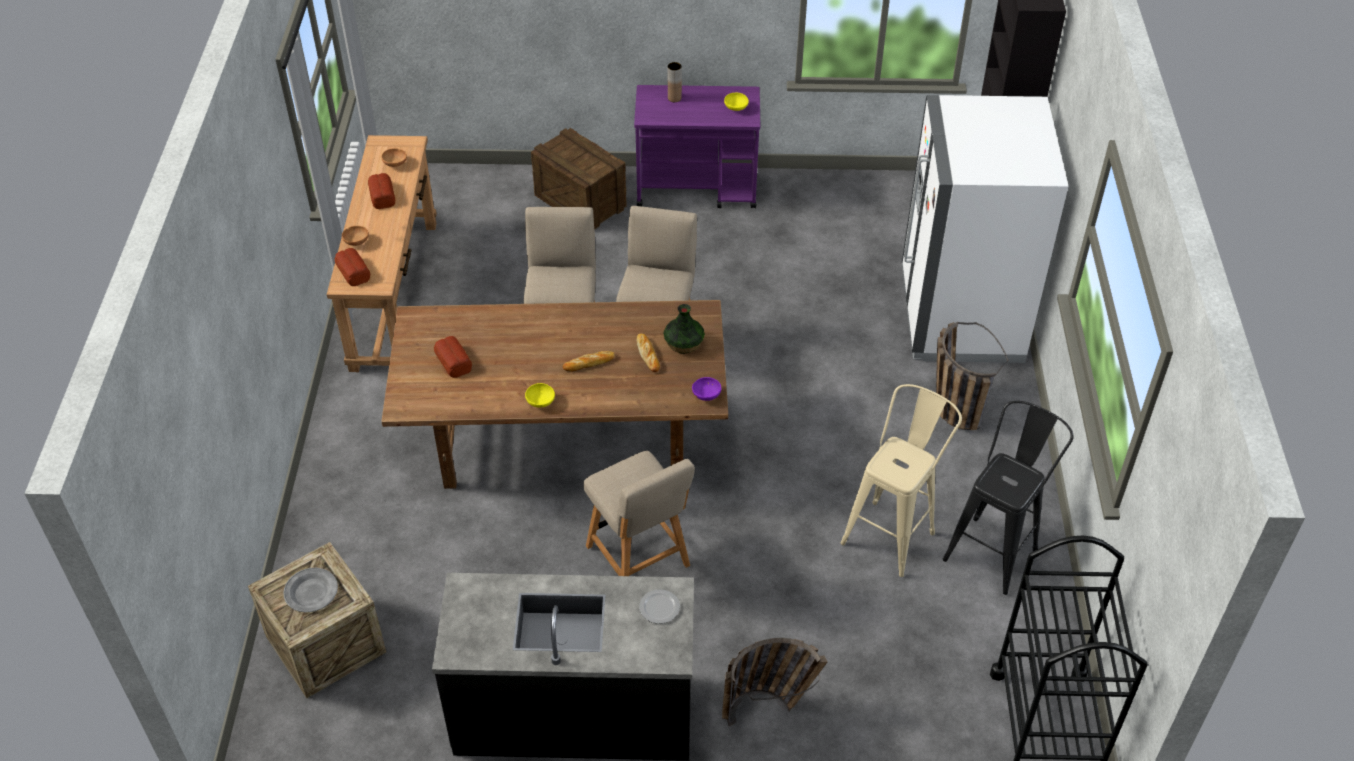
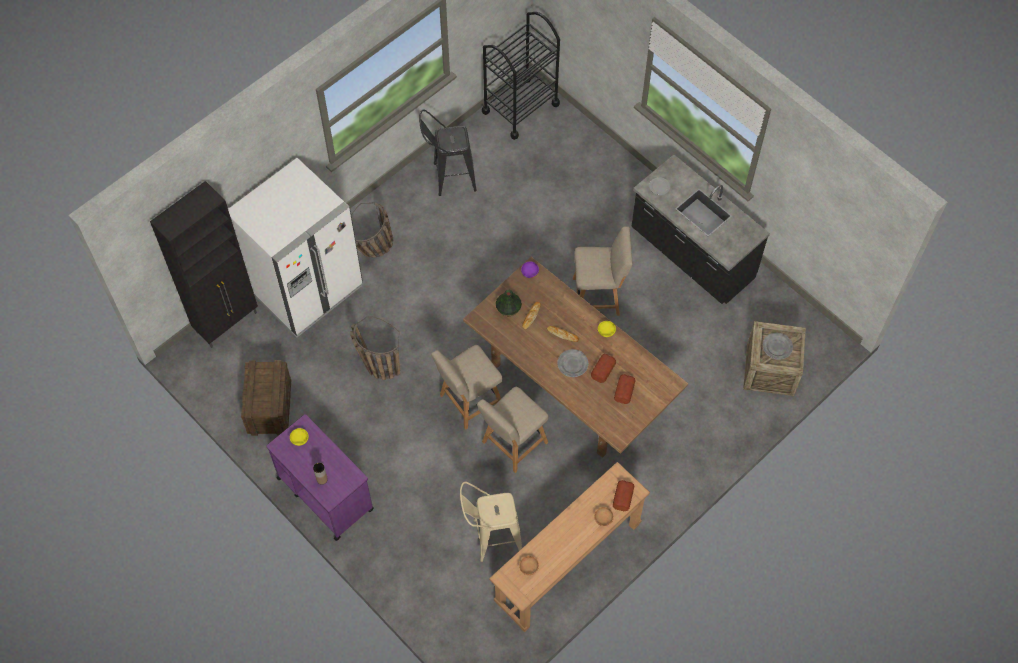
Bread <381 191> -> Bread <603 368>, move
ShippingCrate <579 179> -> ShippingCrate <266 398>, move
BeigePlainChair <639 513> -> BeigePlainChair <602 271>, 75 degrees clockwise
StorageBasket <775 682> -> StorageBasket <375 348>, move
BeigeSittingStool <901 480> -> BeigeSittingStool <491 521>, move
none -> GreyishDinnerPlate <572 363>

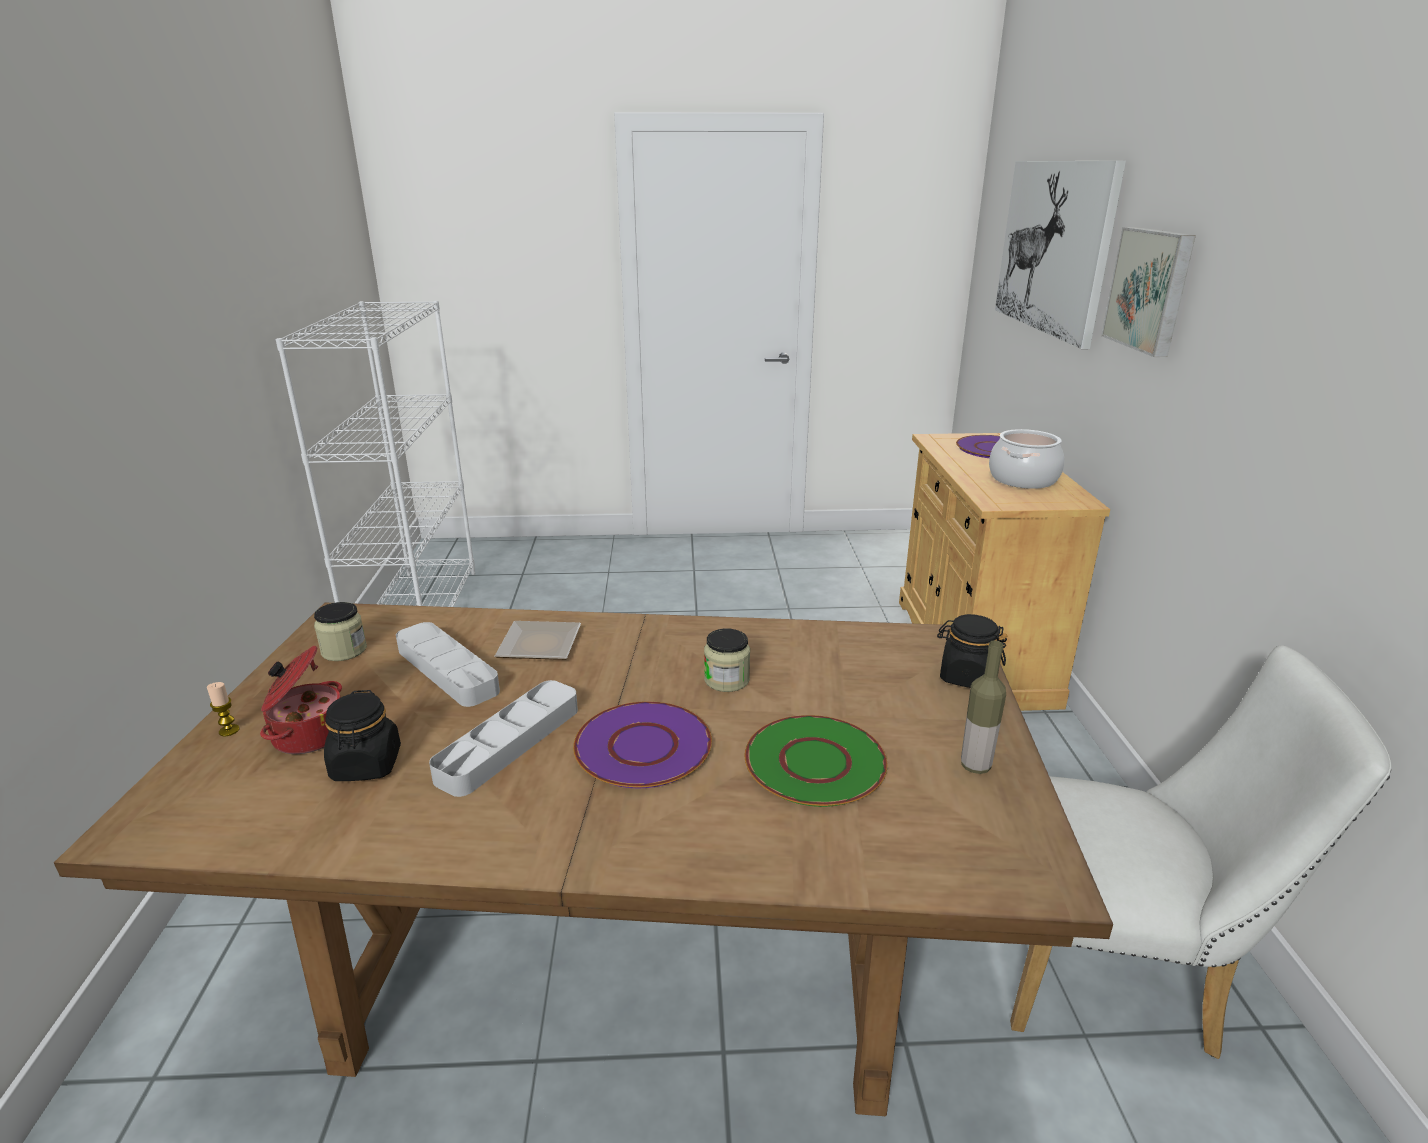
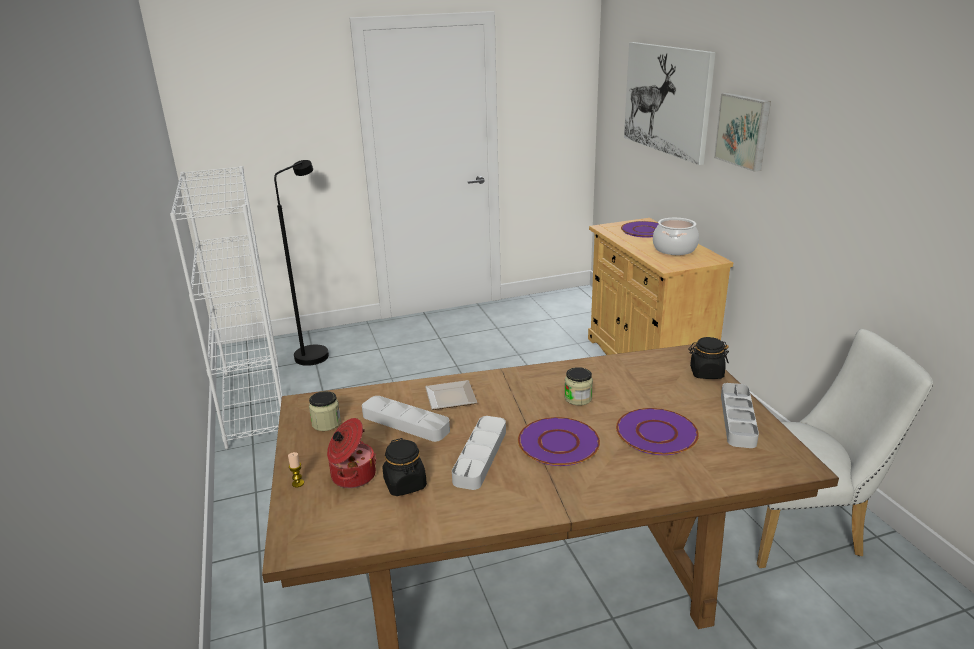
GreenDinnerPlate <816 761> -> PurpleDinnerPlate <657 431>
DrinkBottle <983 707> -> GreyishServingTray <740 415>
none -> BlackishFloorLamp <301 263>

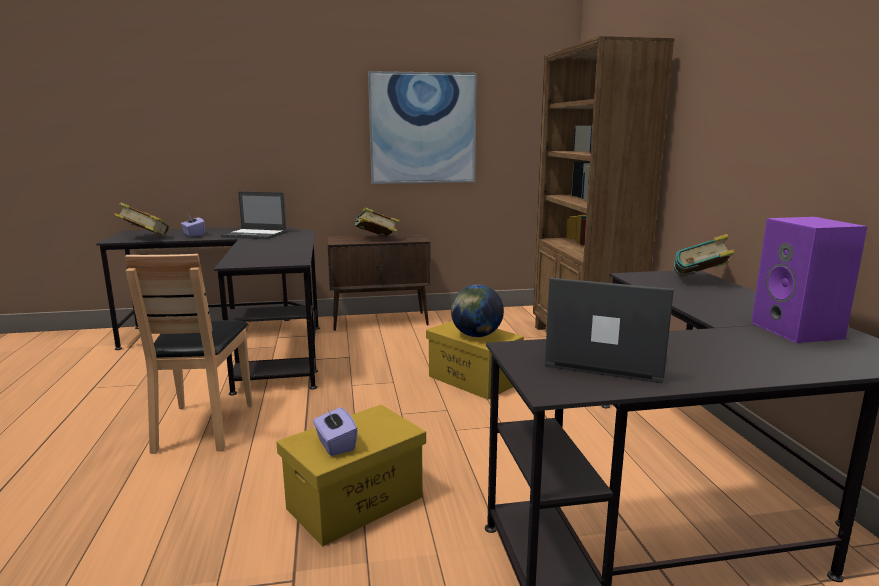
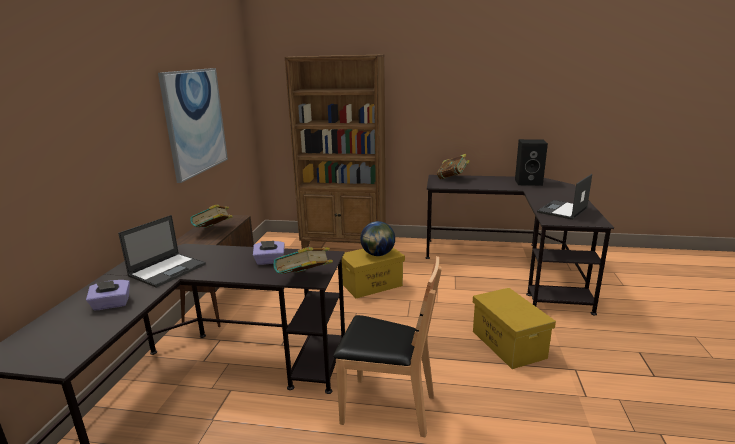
Volume <141 219> -> Volume <303 260>, move
PurpleTissueBox <335 431> -> PurpleTissueBox <269 253>, move
PurpleAudioSpeaker <809 280> -> BlackishAudioSpeaker <531 162>

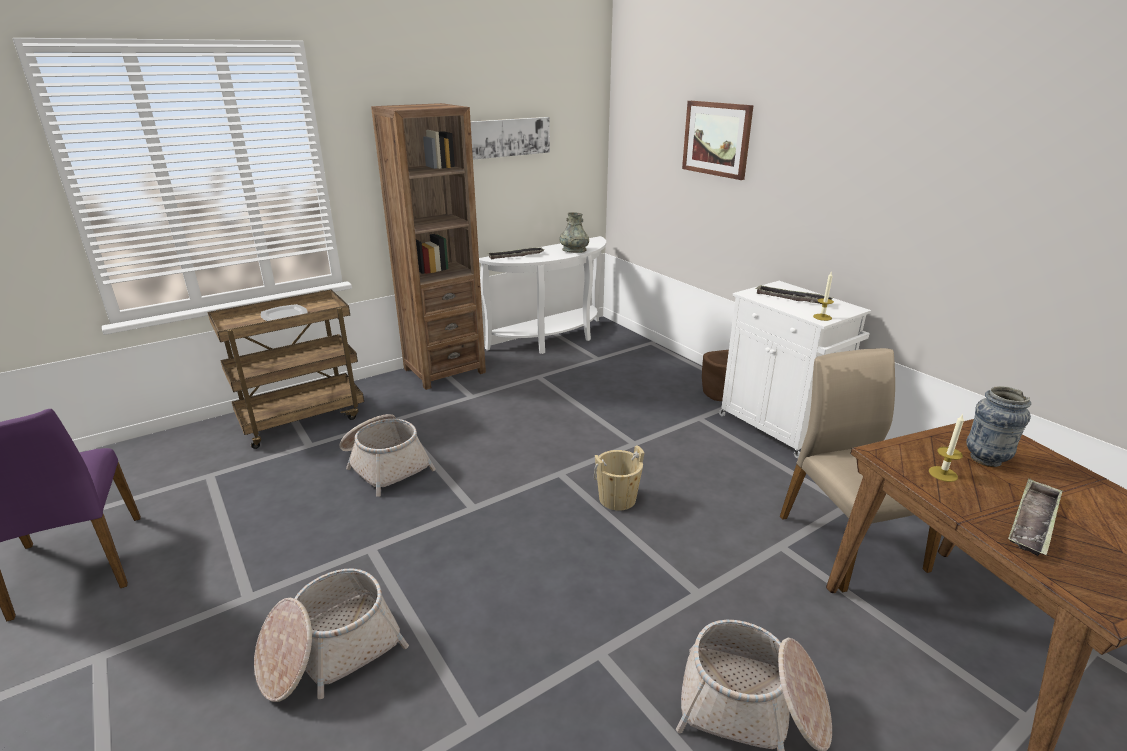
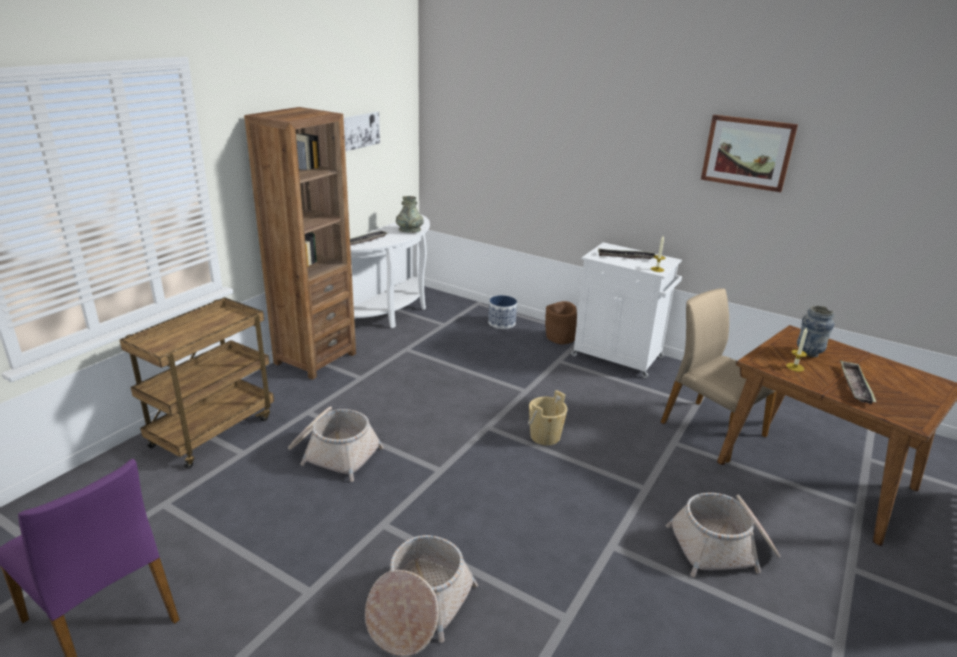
DinnerPlate <284 312> -> none
Picture <718 140> -> Picture <749 153>, move
none -> PlantPot <502 312>

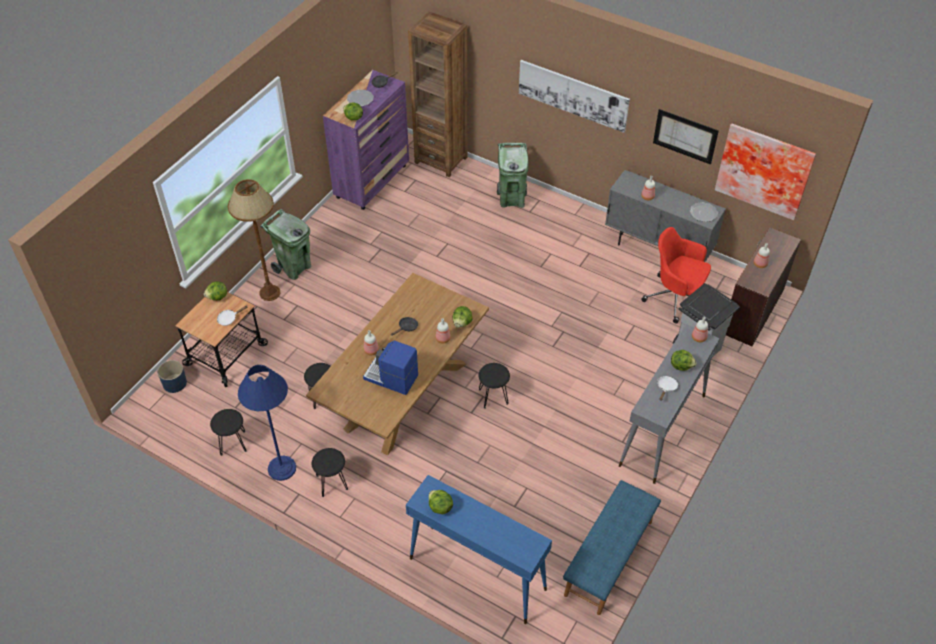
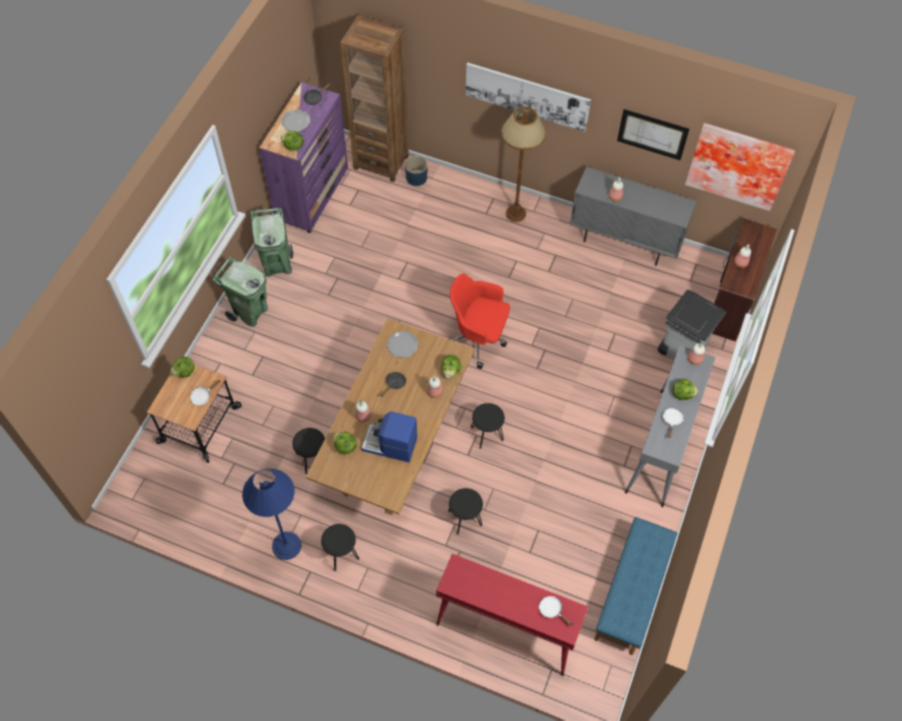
BlueColouredPlantPot <172 376> -> BlueColouredPlantPot <416 171>, move
BlackishSittingStool <228 432> -> BlackishSittingStool <465 511>, move
BrownFloorLamp <254 240> -> BrownFloorLamp <523 164>, move
BlueColouredHallTable <479 549> -> RedColouredHallTable <512 615>
LettuceHead <441 502> -> LettuceHead <345 443>, move
GreenRubbishBin <513 175> -> GreenRubbishBin <271 242>, move
RedColouredOfficeChair <676 275> -> RedColouredOfficeChair <480 321>, move
DinnerPlate <704 212> -> DinnerPlate <403 344>, move
none -> WhiteColouredSkillet <556 611>

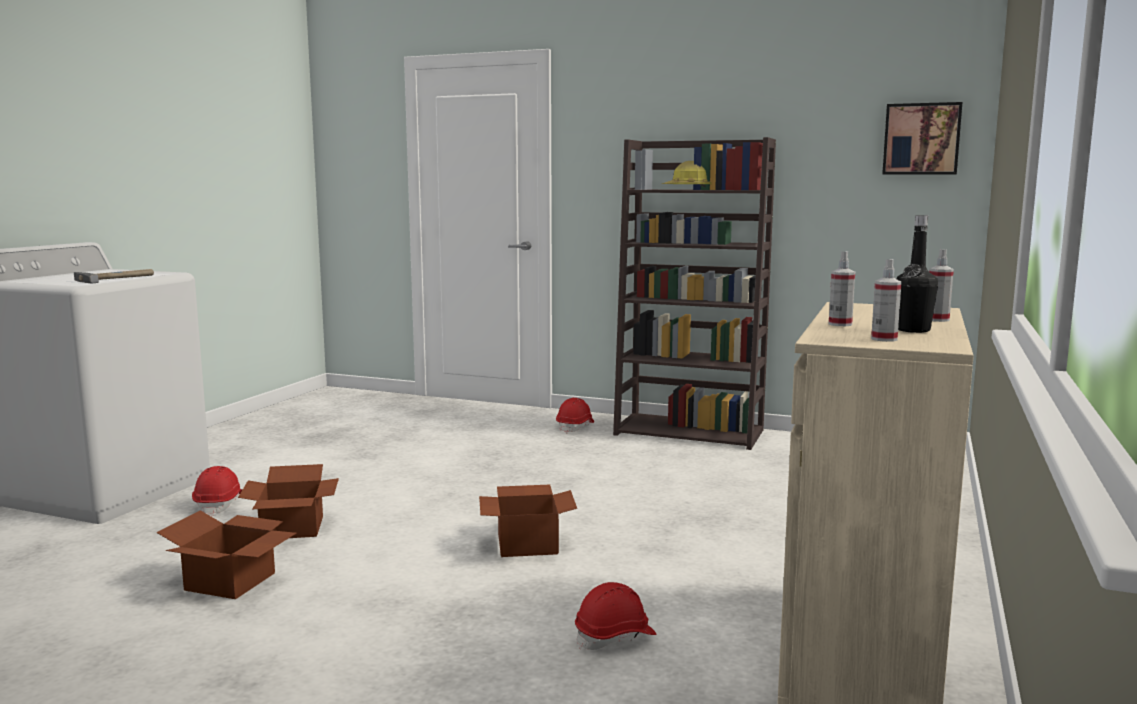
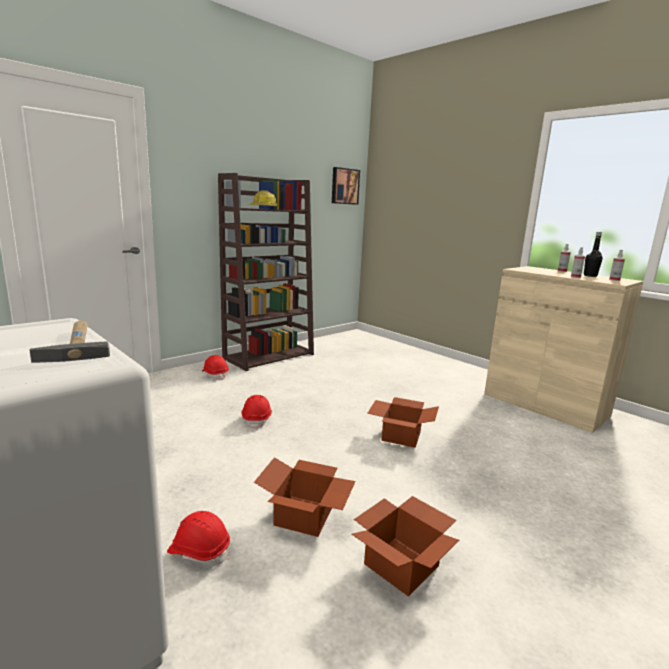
RedColouredSafetyHelmet <615 616> -> RedColouredSafetyHelmet <256 412>, move

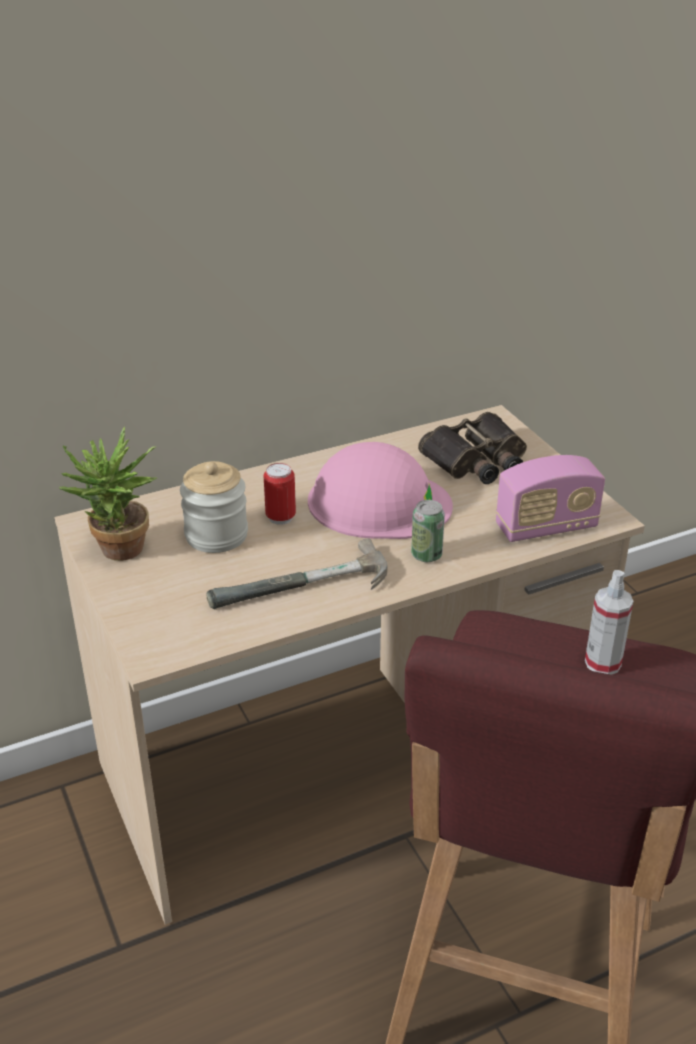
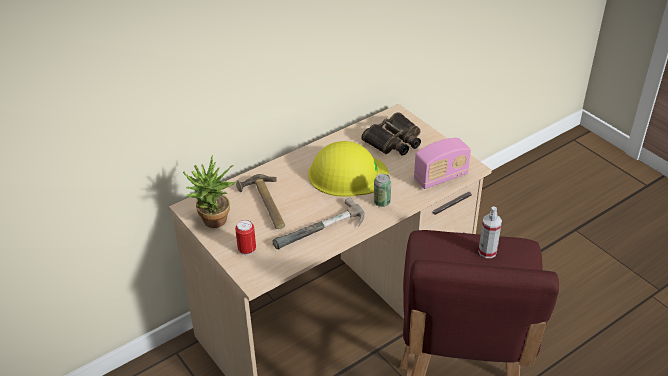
PreserveJar <214 507> -> Hammer <260 201>
MetalCan <279 494> -> MetalCan <245 237>, move
PinkSafetyHelmet <380 490> -> YellowColouredSafetyHelmet <348 169>

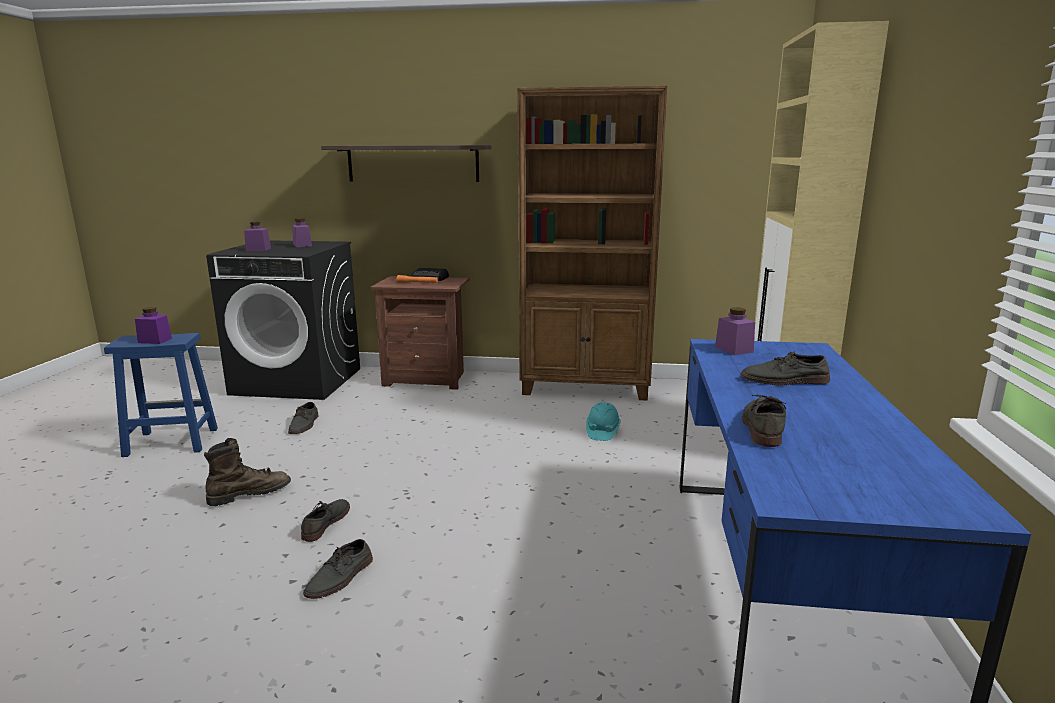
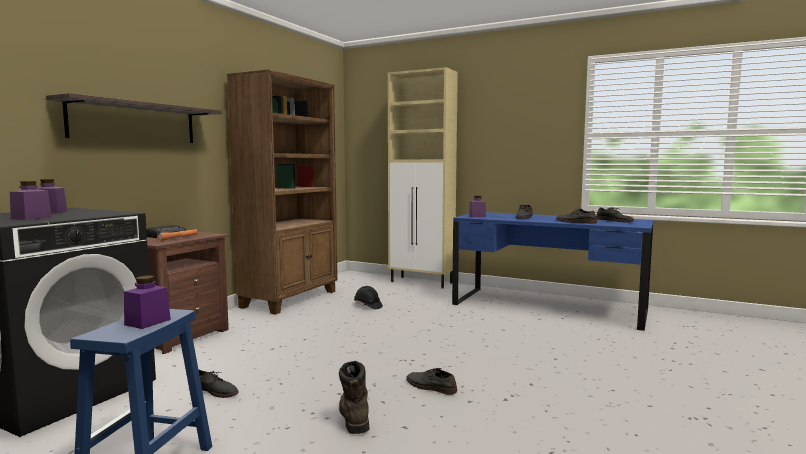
GreyishShoe <338 569> -> GreyishShoe <615 214>, move
BlueGreenSafetyHelmet <603 421> -> BlackishSafetyHelmet <368 297>

